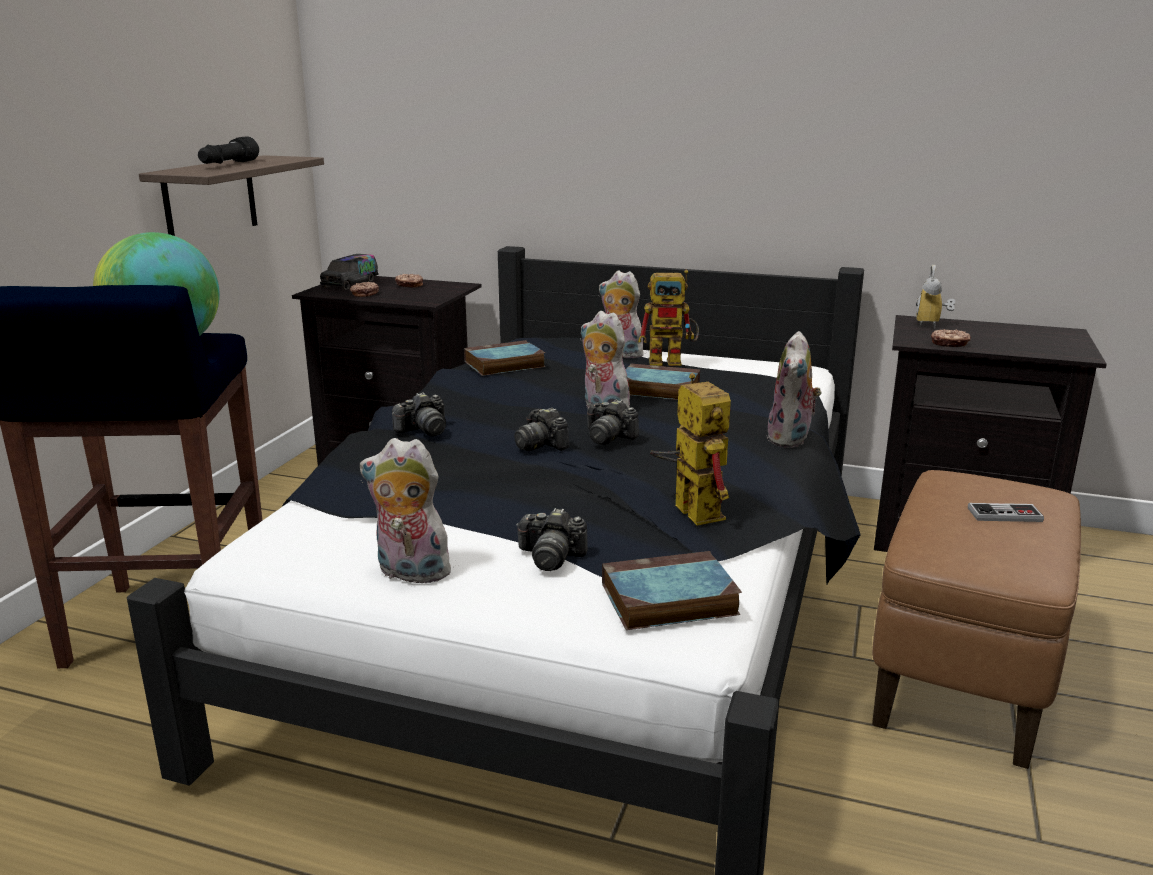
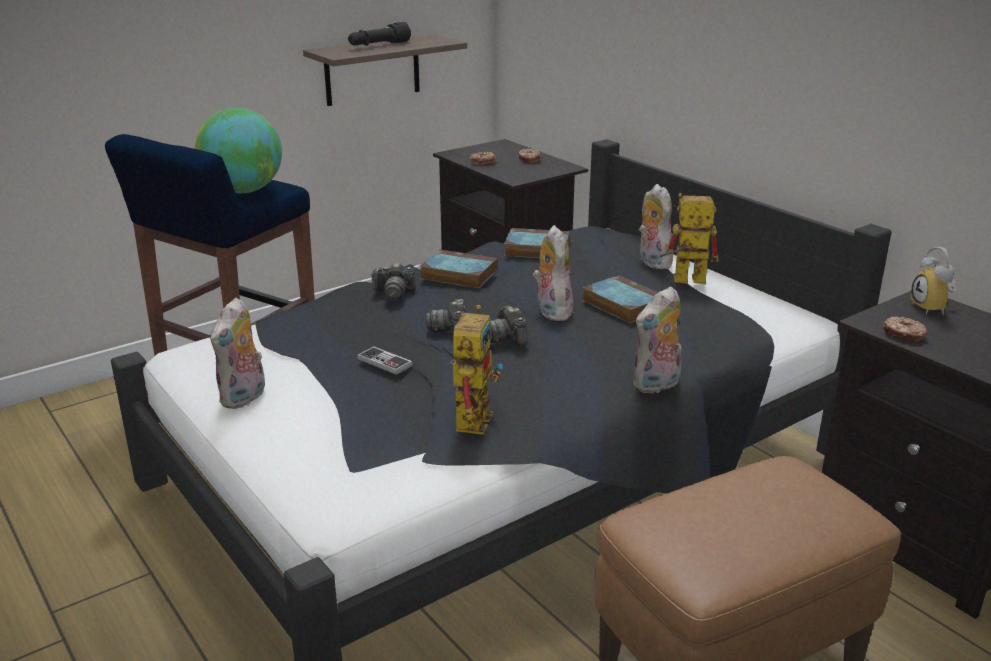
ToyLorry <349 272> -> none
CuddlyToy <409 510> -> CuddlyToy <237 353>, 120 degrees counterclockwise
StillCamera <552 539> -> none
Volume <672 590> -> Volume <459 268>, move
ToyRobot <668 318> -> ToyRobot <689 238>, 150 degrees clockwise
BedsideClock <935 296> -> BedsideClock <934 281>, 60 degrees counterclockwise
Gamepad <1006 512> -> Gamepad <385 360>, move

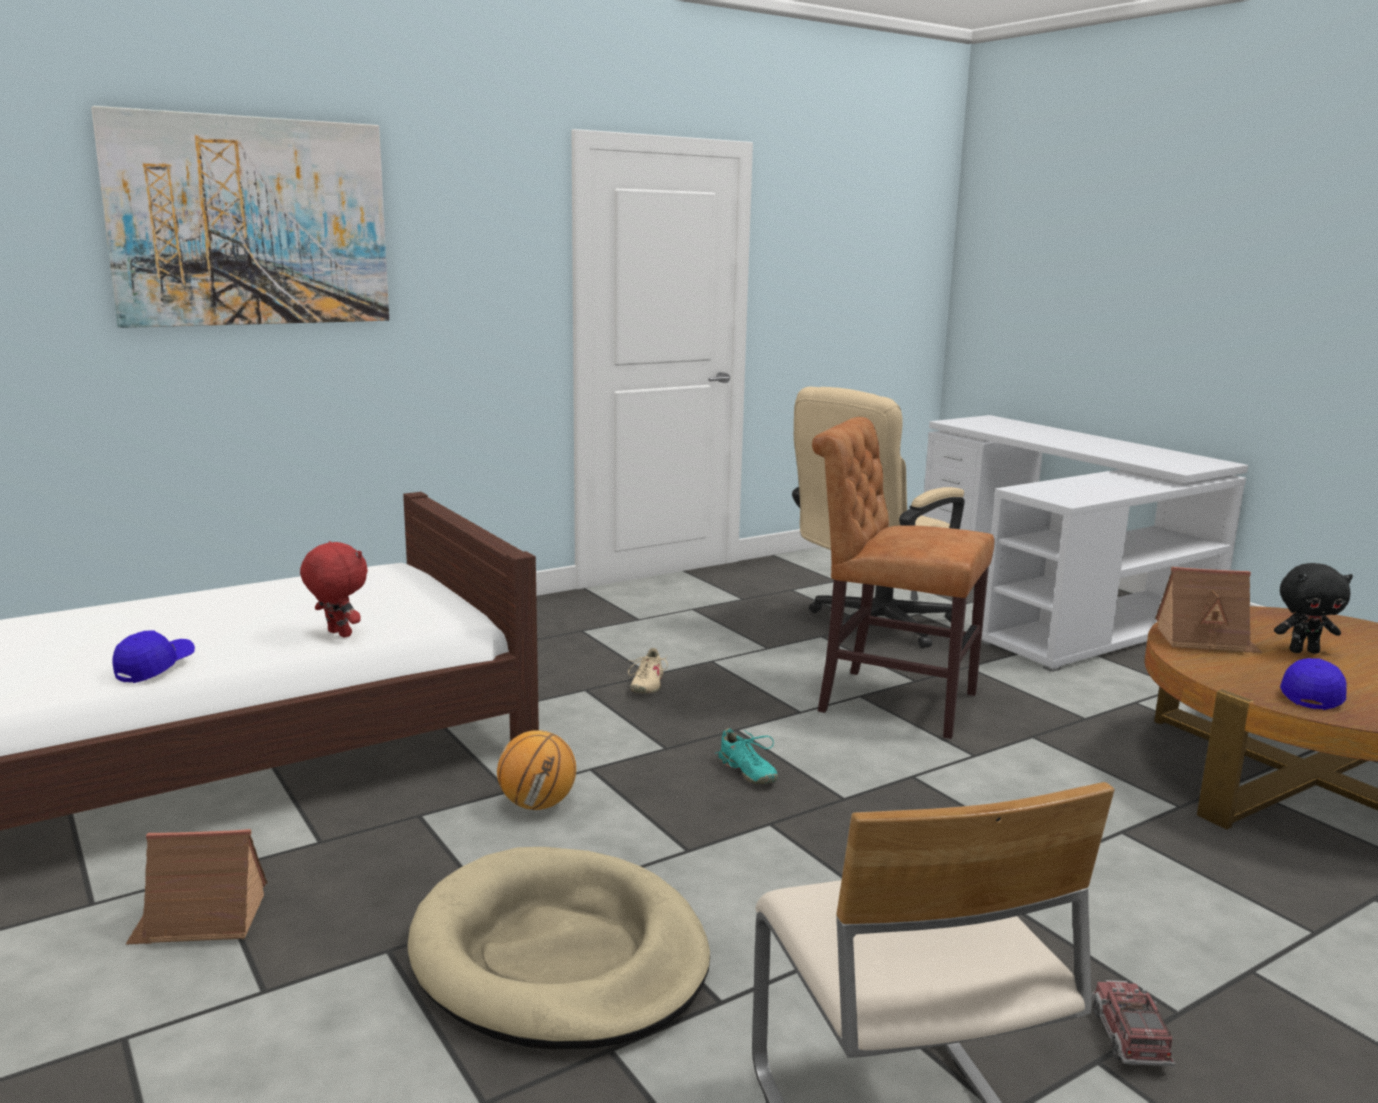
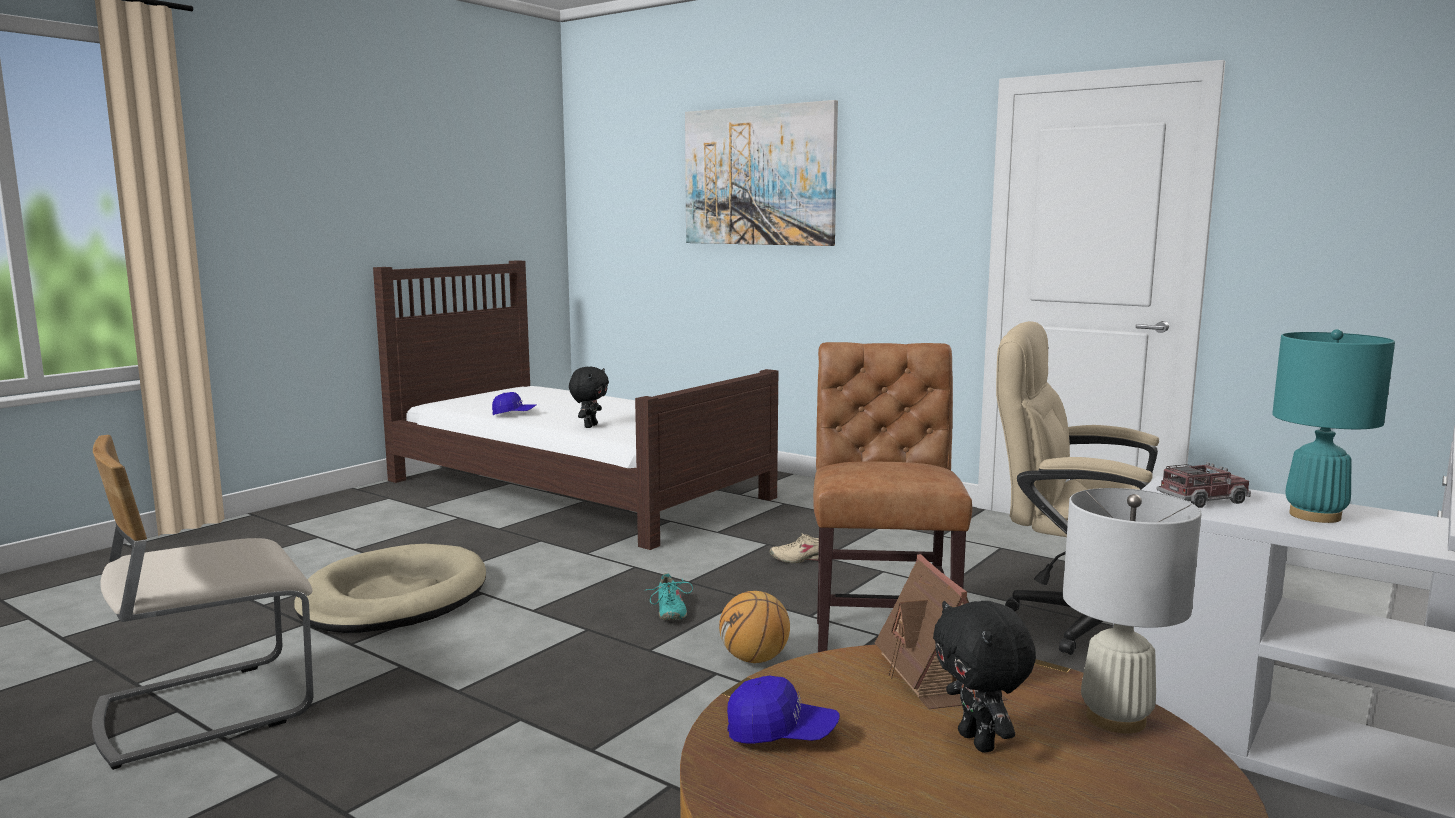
ToyHouse <197 886> -> none
RedColouredCuddlyToy <334 589> -> BlackishCuddlyToy <589 397>
BasketballBall <536 770> -> BasketballBall <754 627>, move
BlueGreenShoe <746 756> -> BlueGreenShoe <668 596>, 45 degrees counterclockwise
ToyLorry <1133 1023> -> ToyLorry <1204 485>, move
none -> WhiteColouredTableLamp <1132 611>
none -> BlueGreenTableLamp <1333 426>

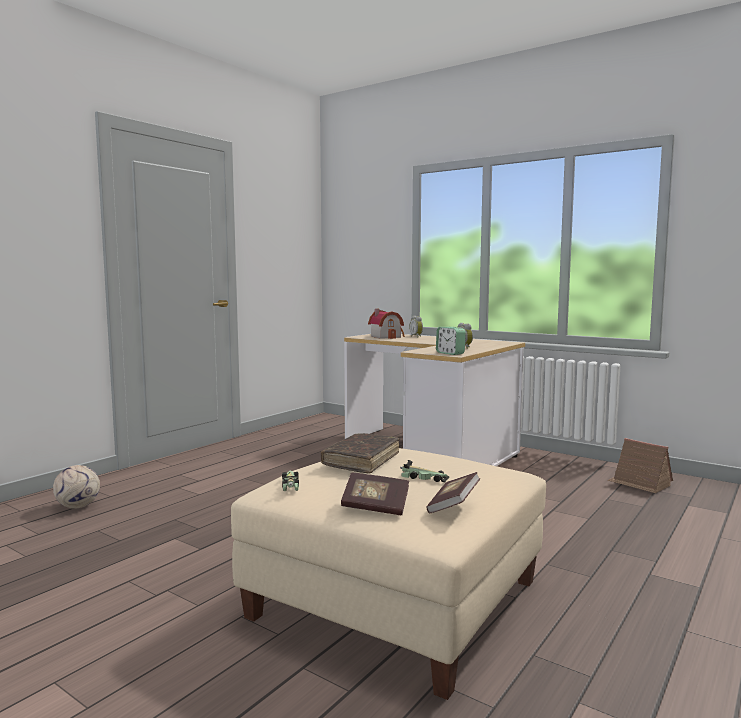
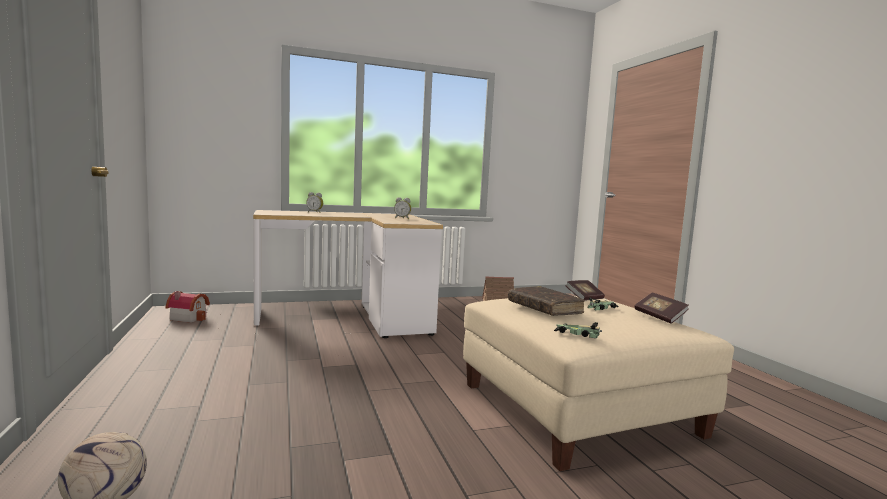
Volume <375 494> -> Volume <585 290>, move
ToyHouse <386 324> -> ToyHouse <188 307>, move
BedsideClock <451 341> -> none

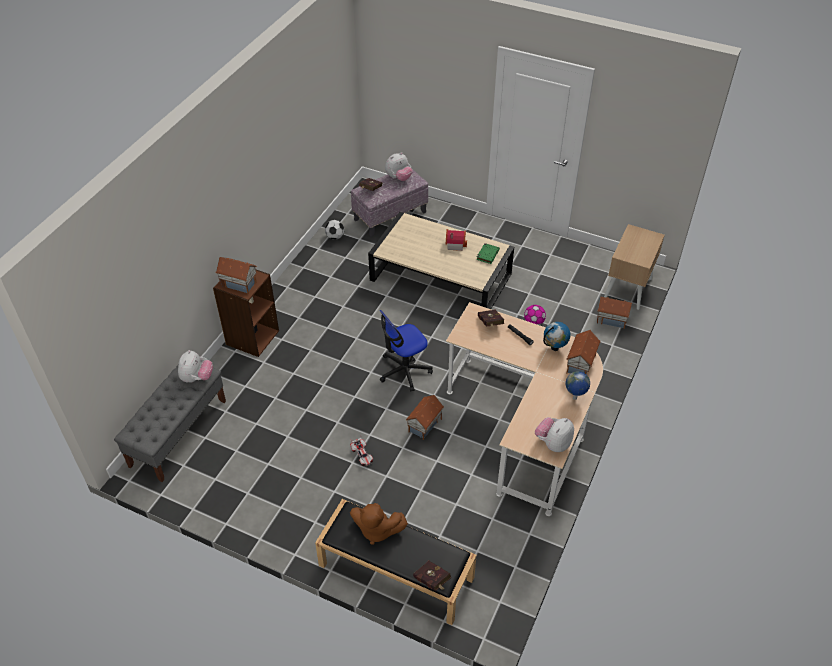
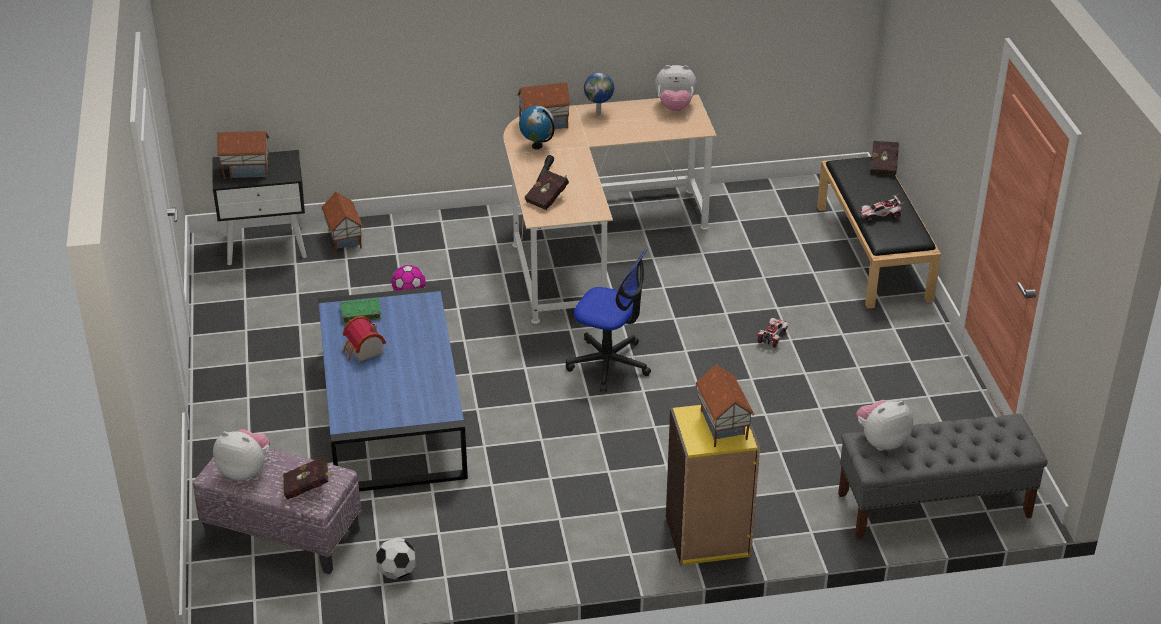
BrownBookcase <246 313> -> YellowColouredBookcase <713 485>
BrownCuddlyToy <379 524> -> MiniatureCar <882 208>
BeigeLoungeTable <441 260> -> BlueColouredLoungeTable <393 388>
ToyHouse <425 417> -> ToyHouse <243 155>, move
BeigeNightTable <634 267> -> BlackishNightTable <259 207>

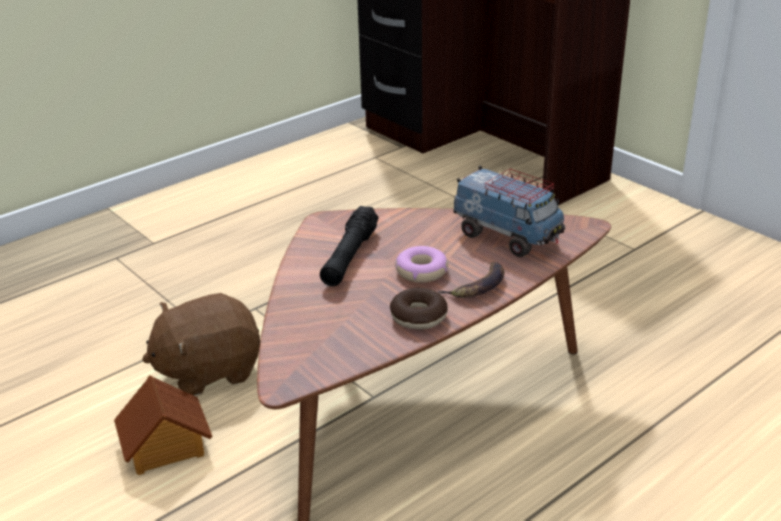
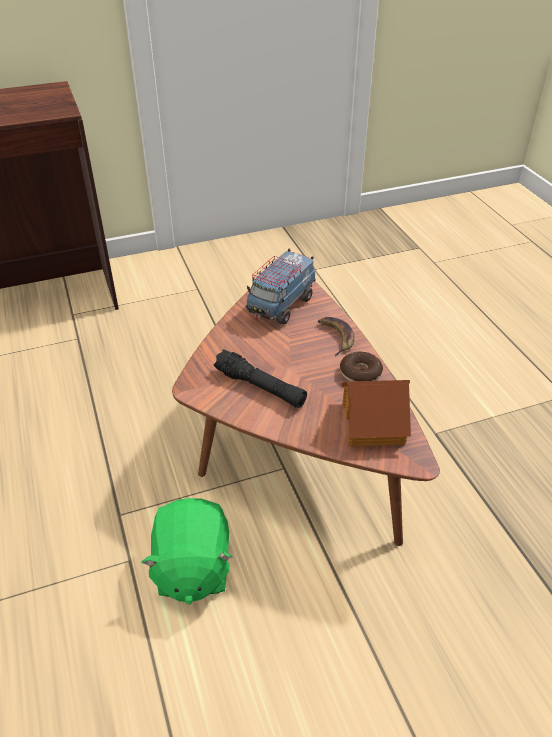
ToyHouse <163 425> -> ToyHouse <376 413>, move
BrownCuddlyToy <201 344> -> GreenCuddlyToy <187 551>
RingDoughnut <421 264> -> none
ToyLorry <509 211> -> ToyLorry <280 287>, 150 degrees clockwise

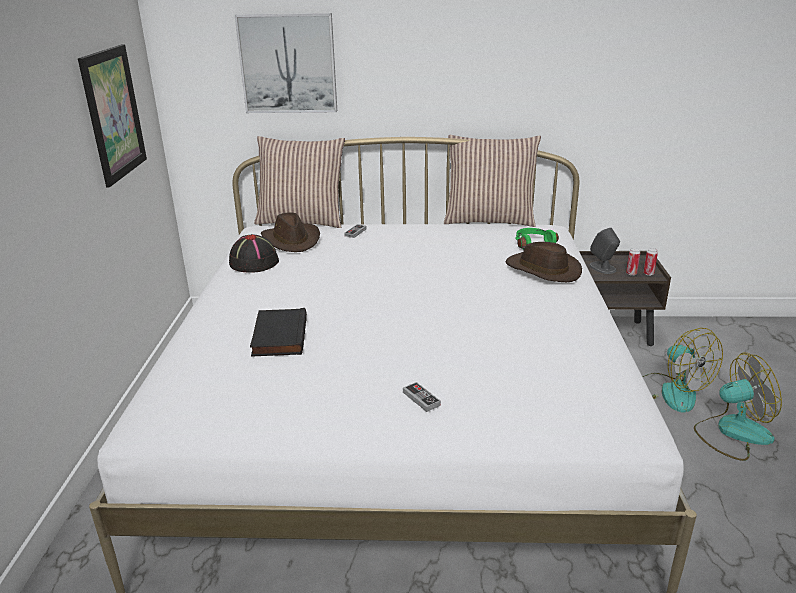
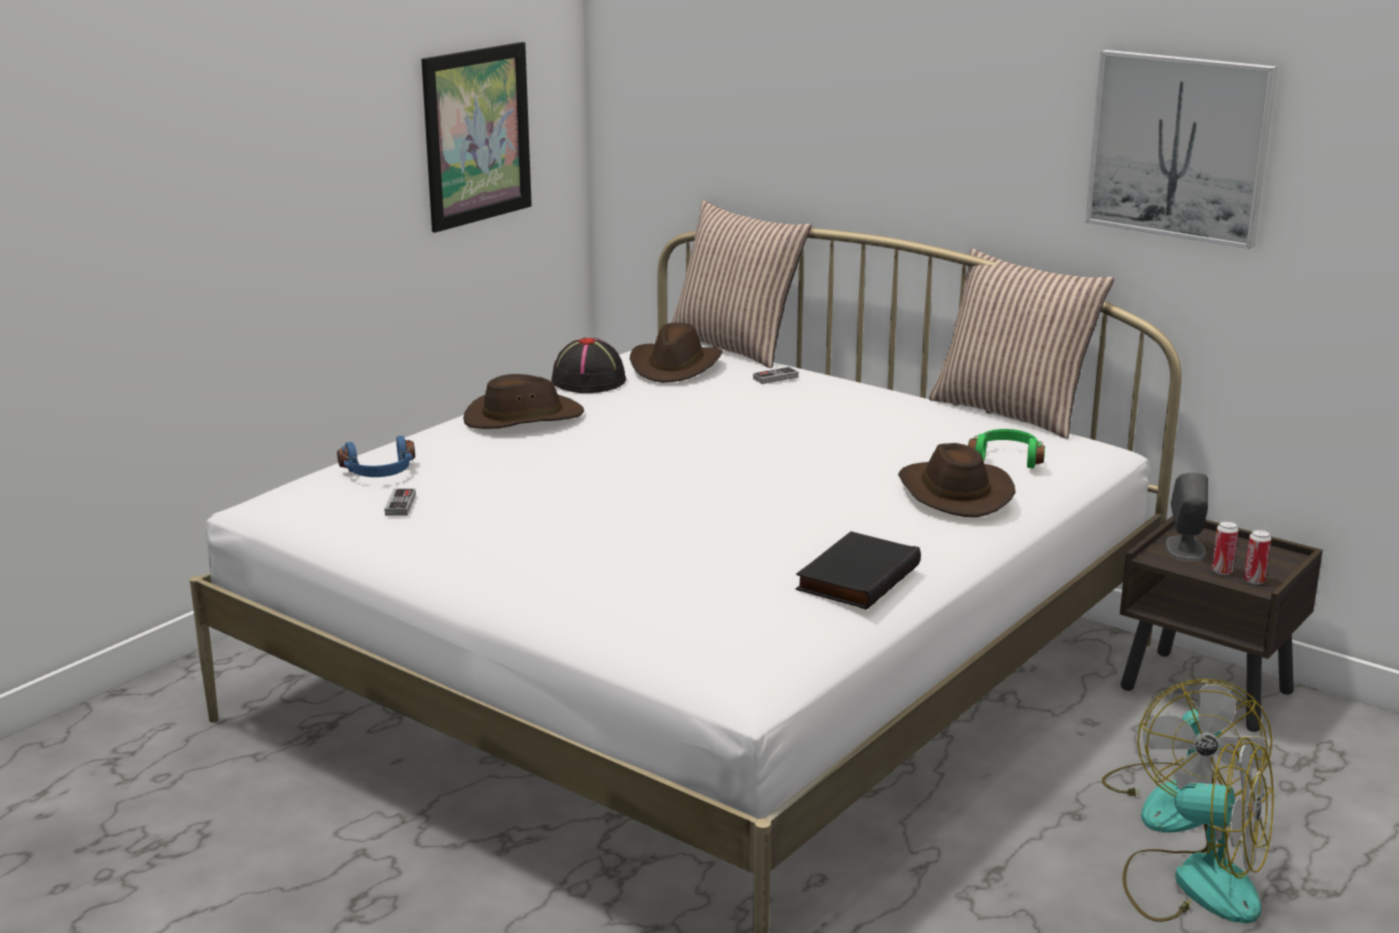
Picture <286 63> -> Picture <1181 149>, move
BlackishVolume <278 332> -> BlackishVolume <858 570>, move
Gamepad <422 397> -> Gamepad <400 502>, move
none -> BlueColouredHeadphones <376 456>
none -> BrownClothingHat <523 401>

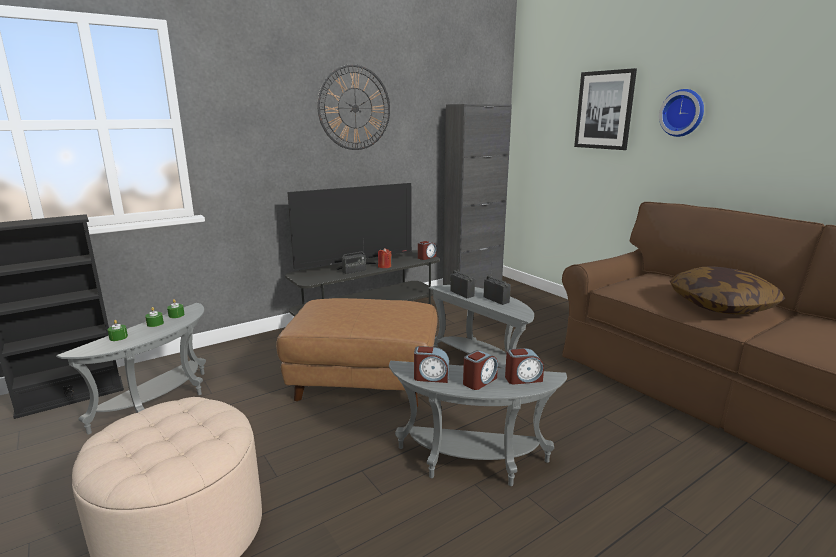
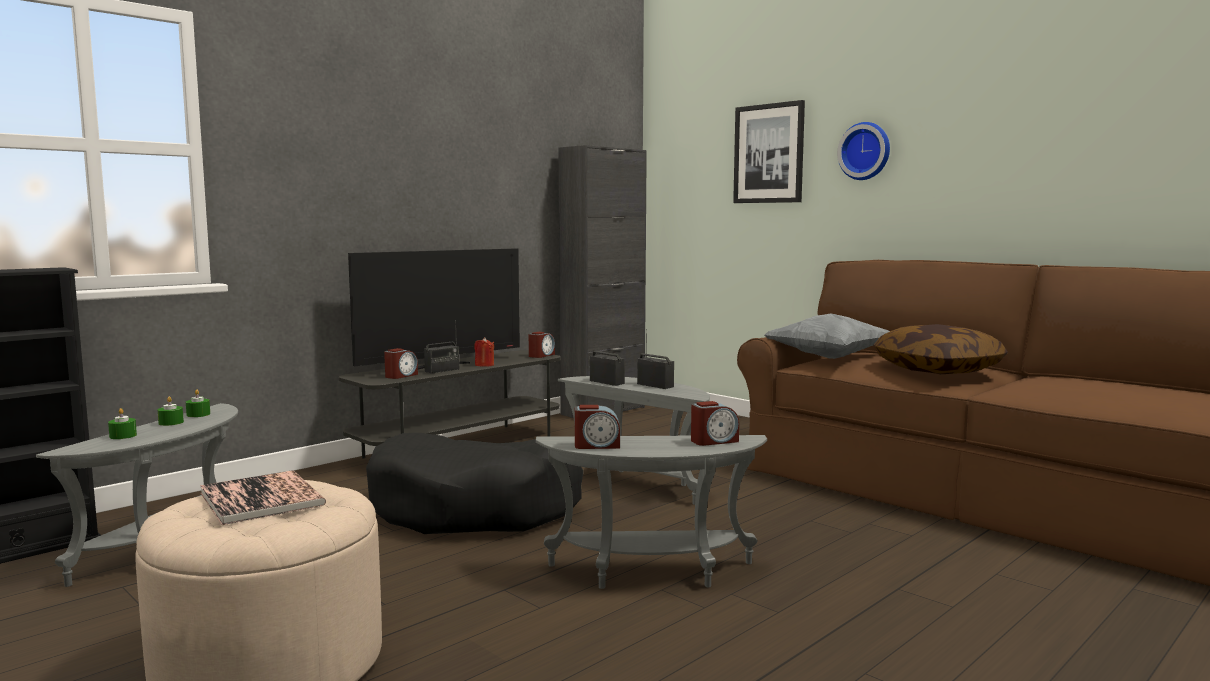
BrownPouffe <357 352> -> BlackishPetBed <475 483>
ClockOnTheWall <353 107> -> none
BedsideClock <480 370> -> BedsideClock <401 363>, move
none -> Volume <263 497>
none -> GreyishThrowPillow <827 336>

